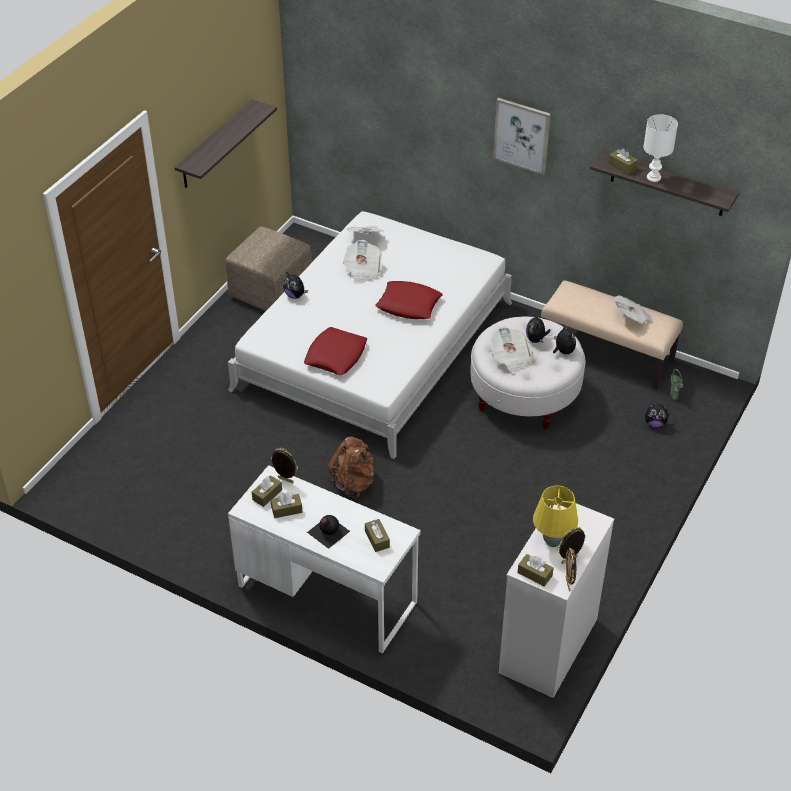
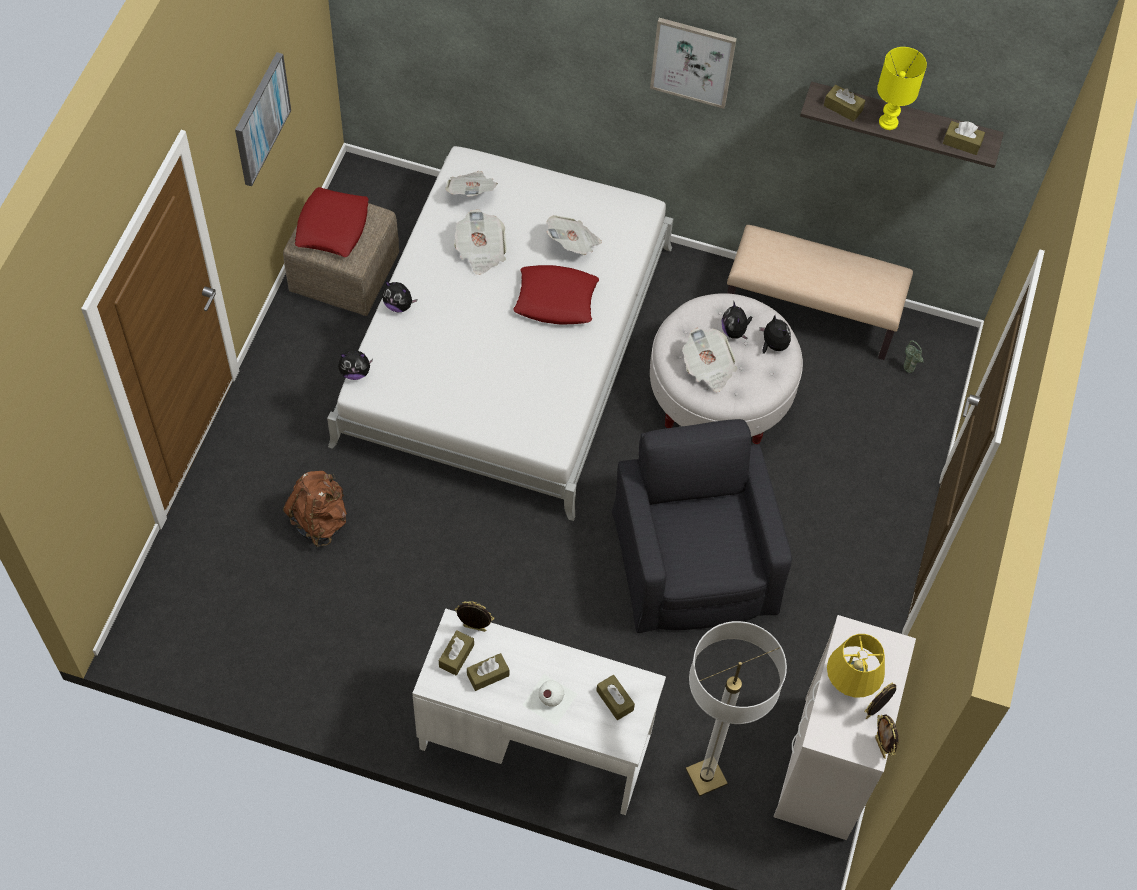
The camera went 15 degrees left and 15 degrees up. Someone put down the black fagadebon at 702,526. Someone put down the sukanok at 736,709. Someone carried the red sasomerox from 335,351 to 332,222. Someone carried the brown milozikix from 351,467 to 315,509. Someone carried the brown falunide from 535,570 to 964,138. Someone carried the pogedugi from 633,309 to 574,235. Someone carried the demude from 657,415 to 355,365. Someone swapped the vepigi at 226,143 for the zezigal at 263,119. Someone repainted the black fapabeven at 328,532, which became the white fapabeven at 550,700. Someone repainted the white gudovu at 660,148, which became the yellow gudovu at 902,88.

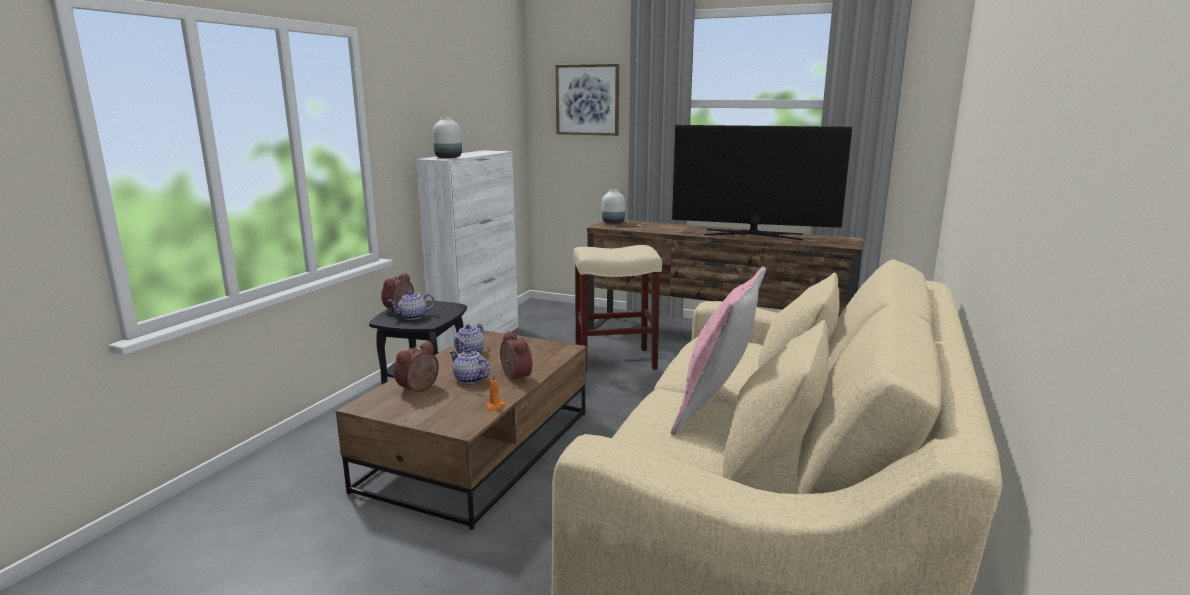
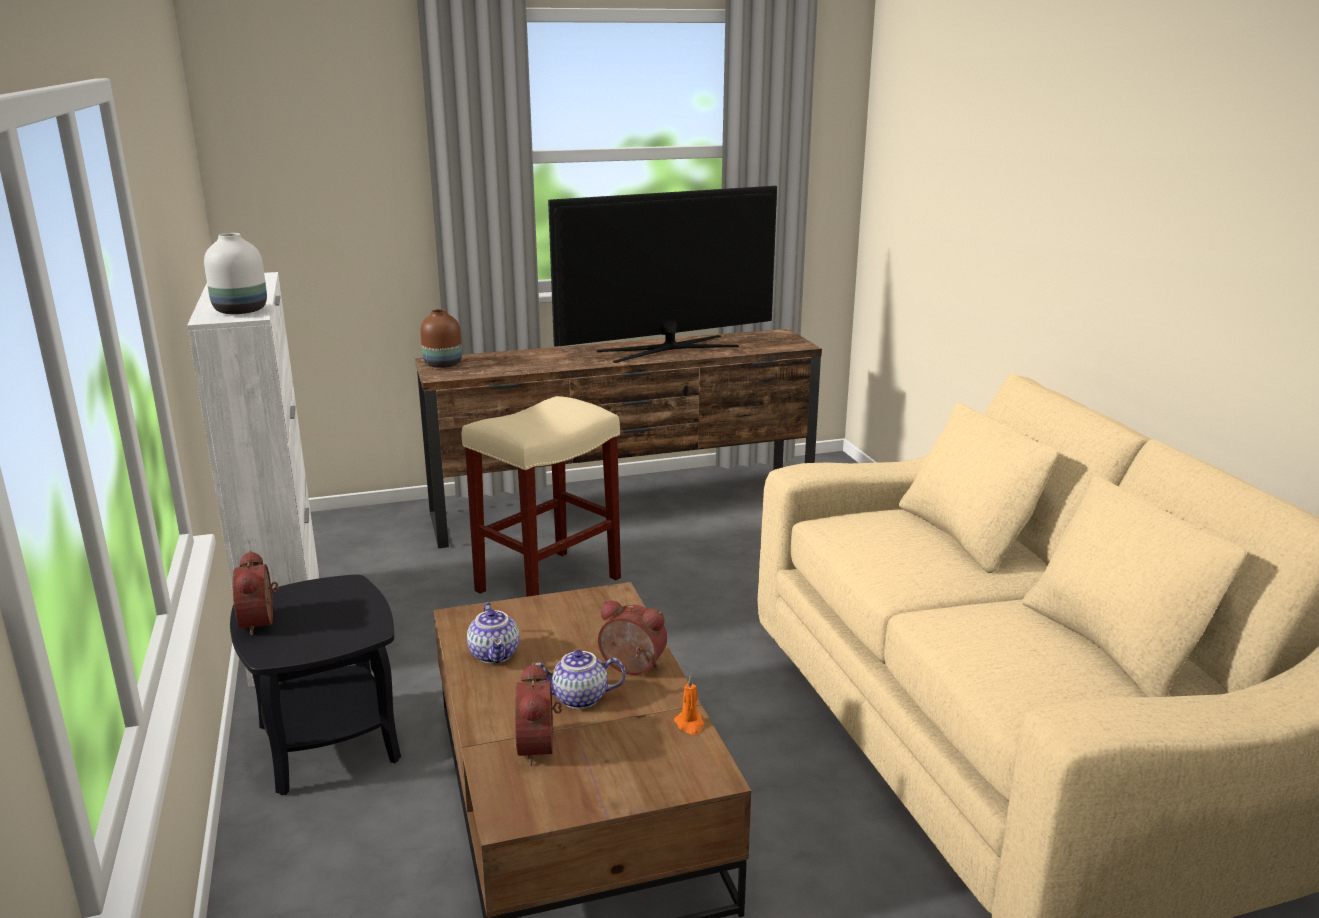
The camera went 40 degrees left and 5 degrees up. Someone took away the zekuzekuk at 411,305. Someone took away the zezigal at 587,100. Someone took away the pink sasomerox at 718,350. Someone repainted the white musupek at 613,206, which became the brown musupek at 441,338.

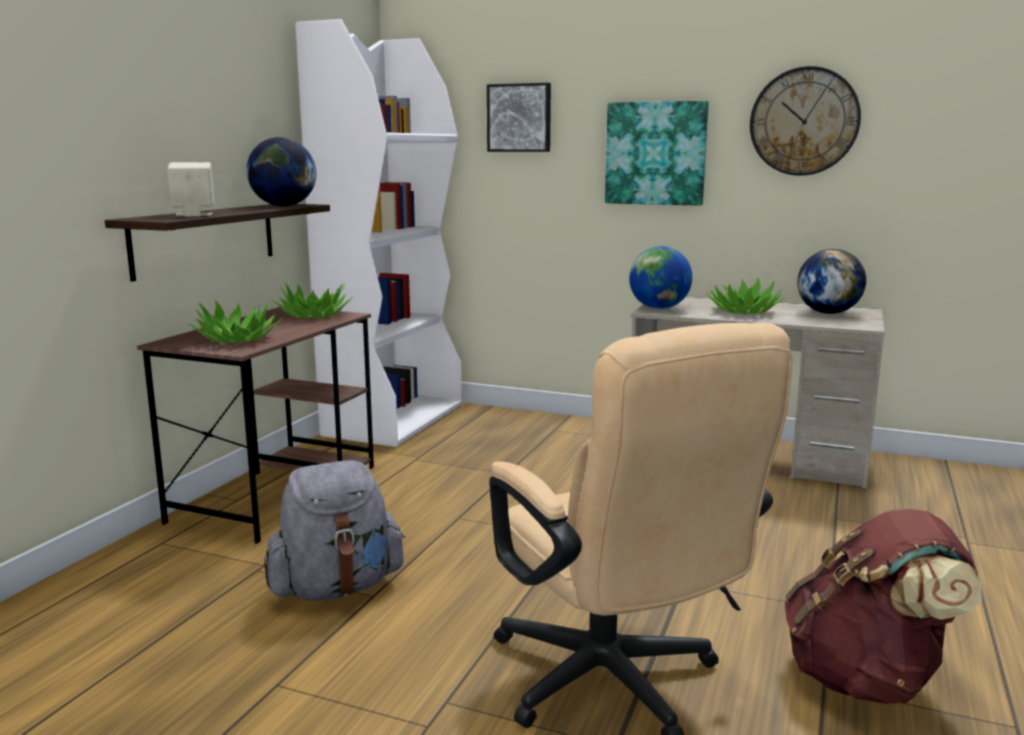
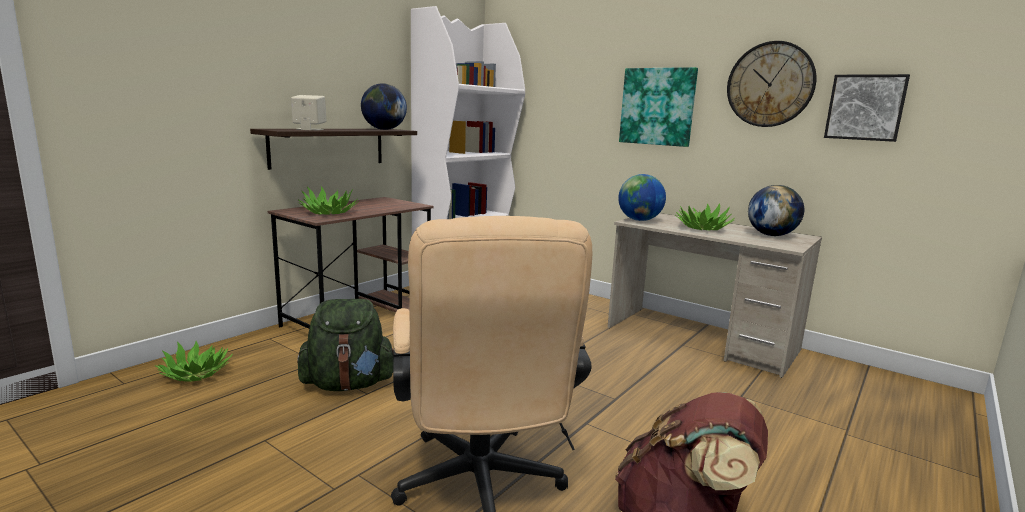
The camera went 15 degrees right and 0 degrees up. Someone carried the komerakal from 312,300 to 194,361. Someone carried the zezigal from 519,117 to 867,108. Someone repainted the grey milozikix at 334,530, which became the green milozikix at 345,345.

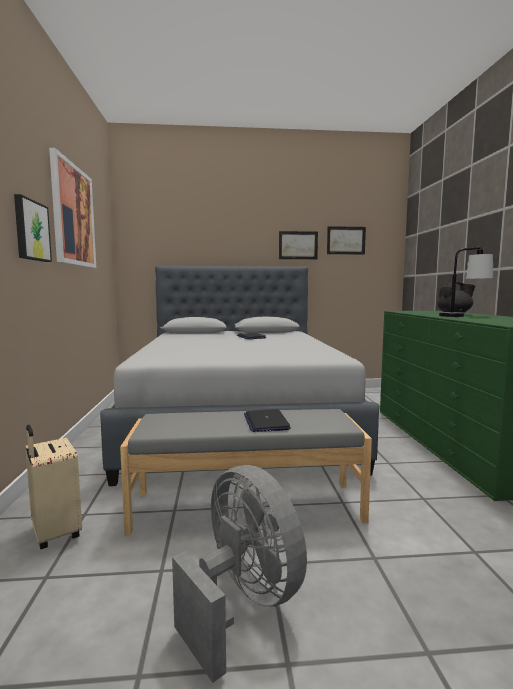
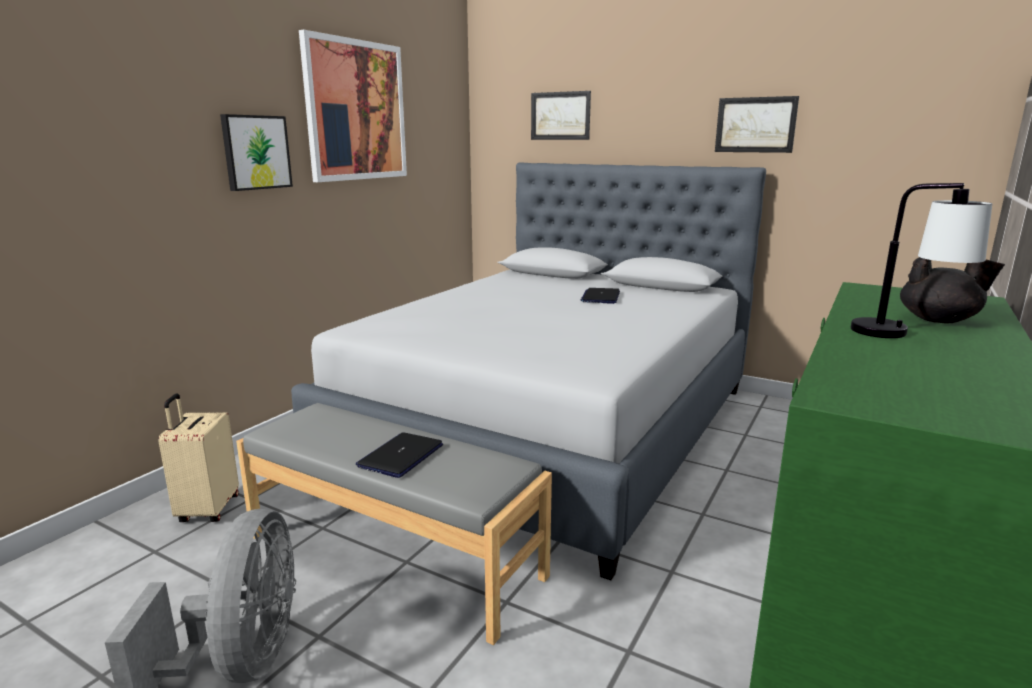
The camera went 35 degrees right and 10 degrees up. Someone carried the zezigal from 346,240 to 561,115.

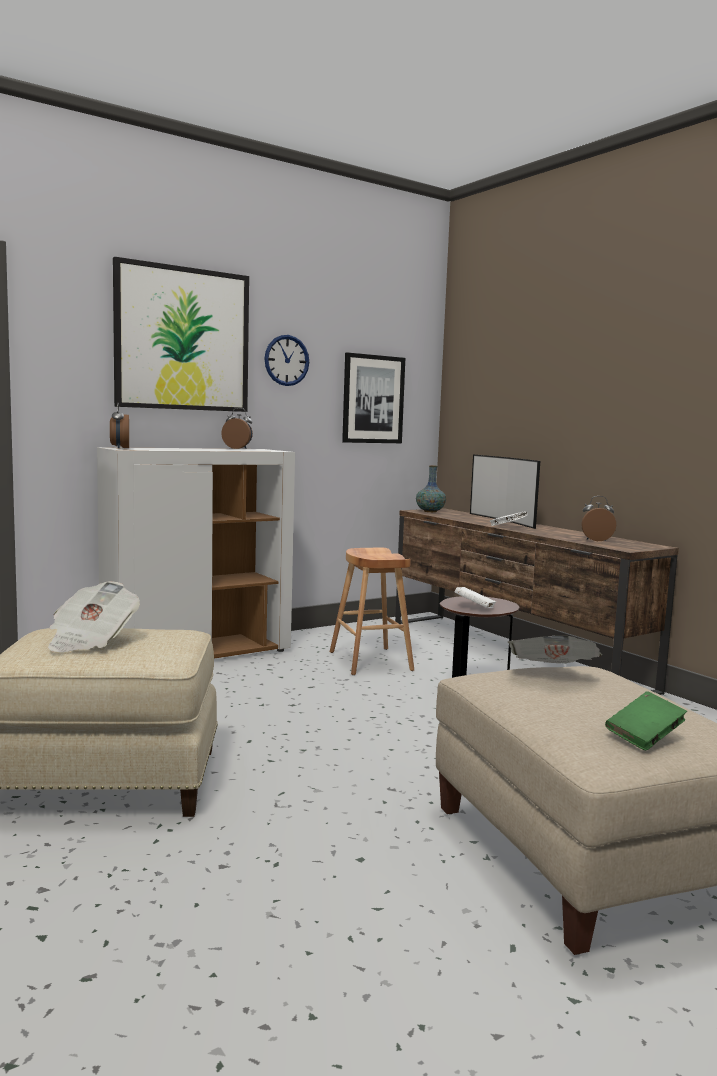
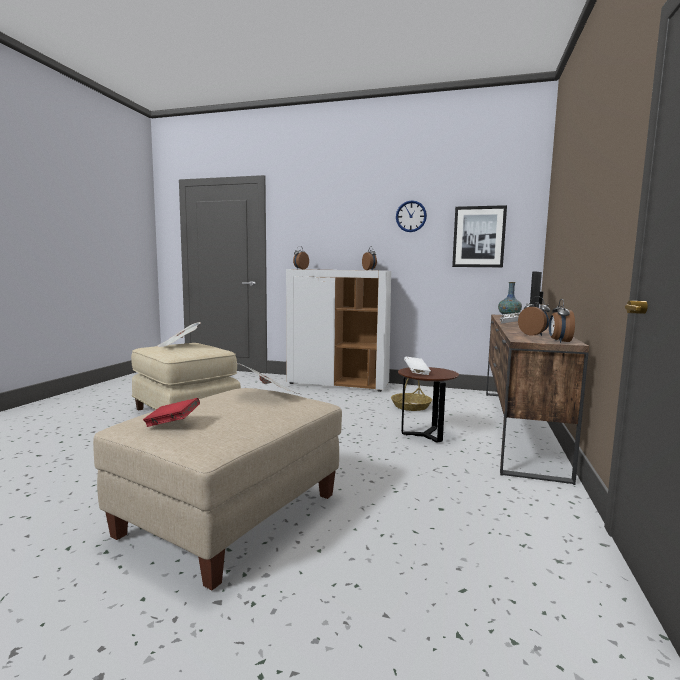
The camera went 50 degrees right and 0 degrees up. Someone took away the zezigal at 181,334. Someone put down the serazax at 562,321. Someone swapped the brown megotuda at 372,611 for the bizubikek at 411,394. Someone repainted the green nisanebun at 646,720, which became the red nisanebun at 171,412.

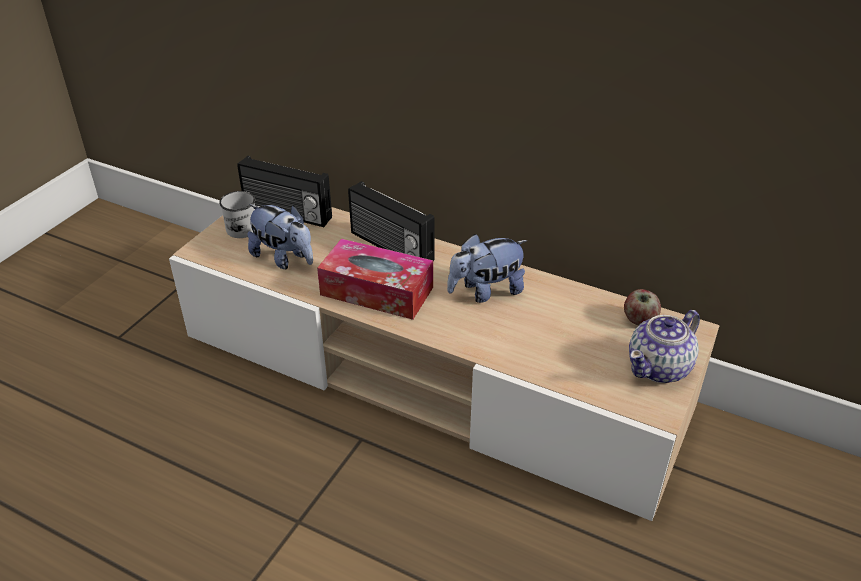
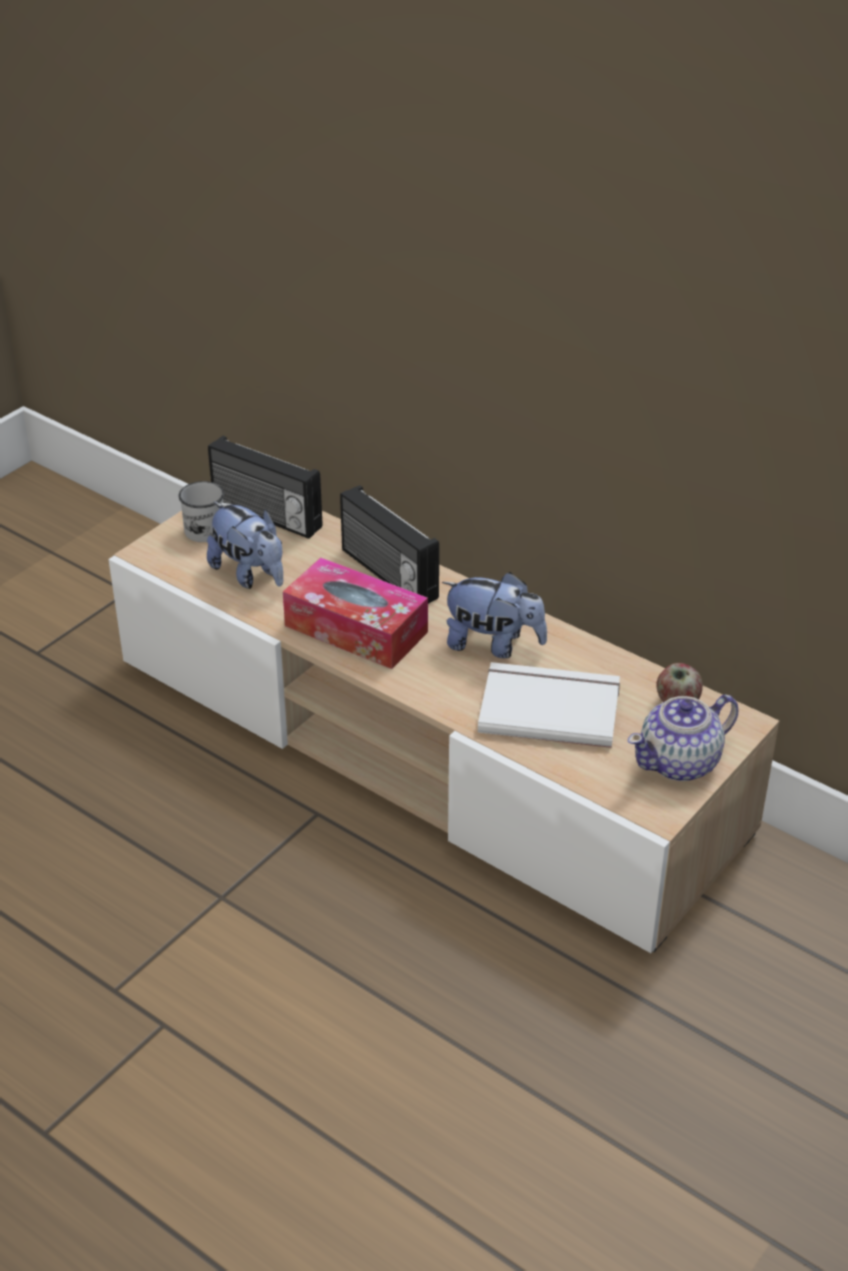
The camera went 10 degrees right and 0 degrees up. Someone put down the white nisanebun at 549,705. Someone rotated the demude at 487,268 by 150 degrees counterclockwise.

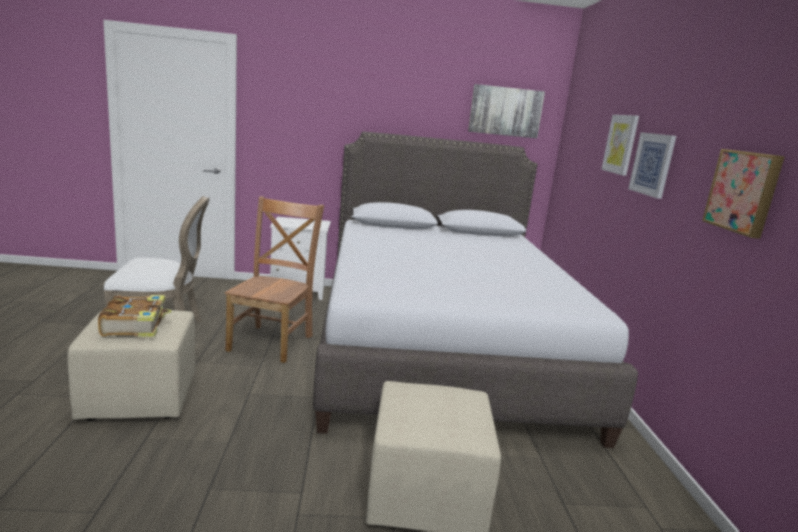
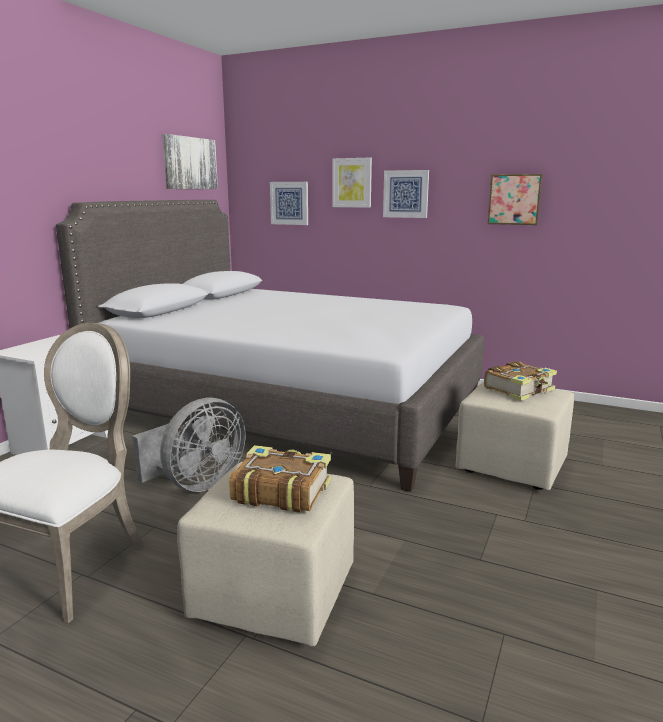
The camera went 60 degrees left and 0 degrees up. Someone put up the zezigal at 289,203. Someone put down the nisanebun at 520,381. Someone swapped the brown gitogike at 274,279 for the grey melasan at 189,445.

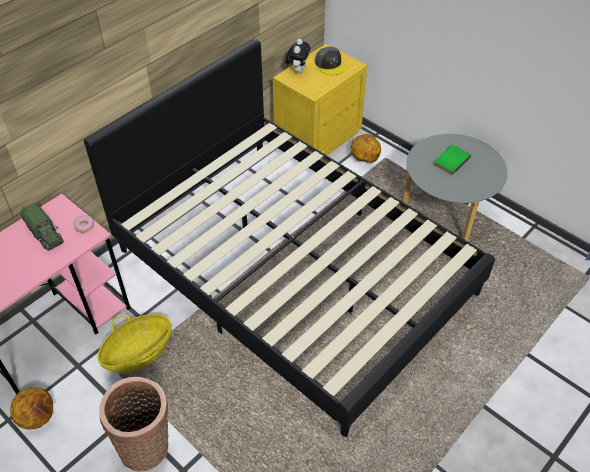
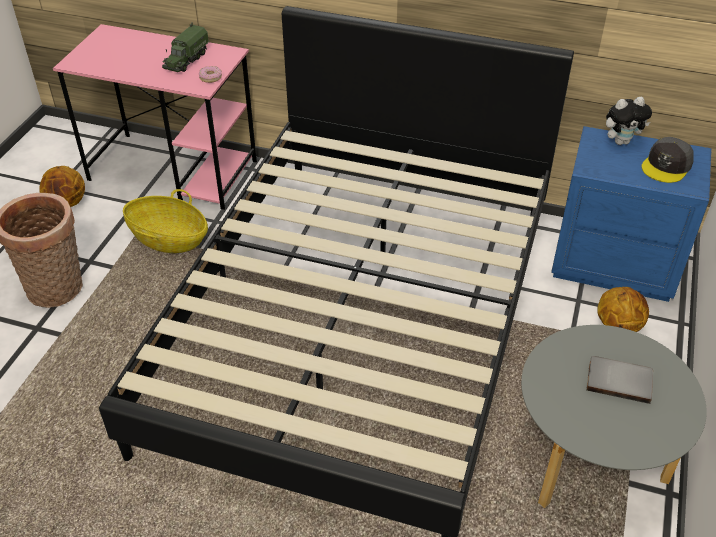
The camera went 65 degrees right and 5 degrees down. Someone repainted the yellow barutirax at 320,99, which became the blue barutirax at 631,214. Someone repainted the green nisanebun at 452,160, which became the grey nisanebun at 619,380.

